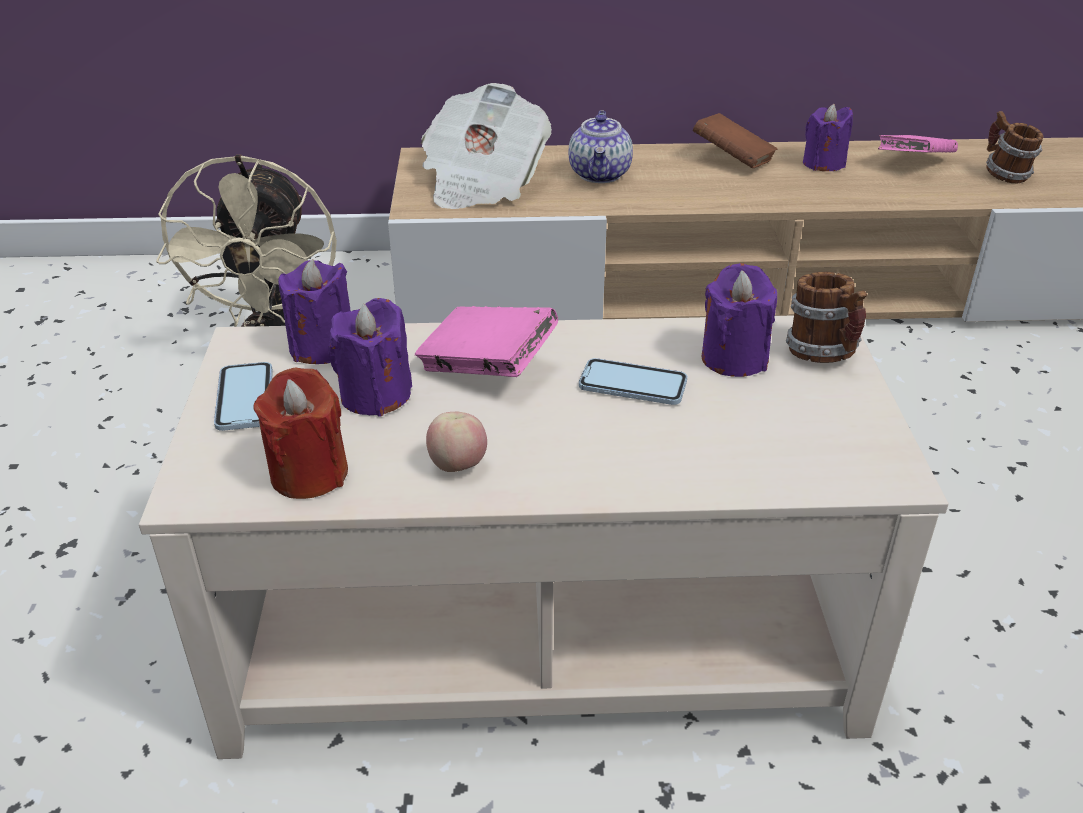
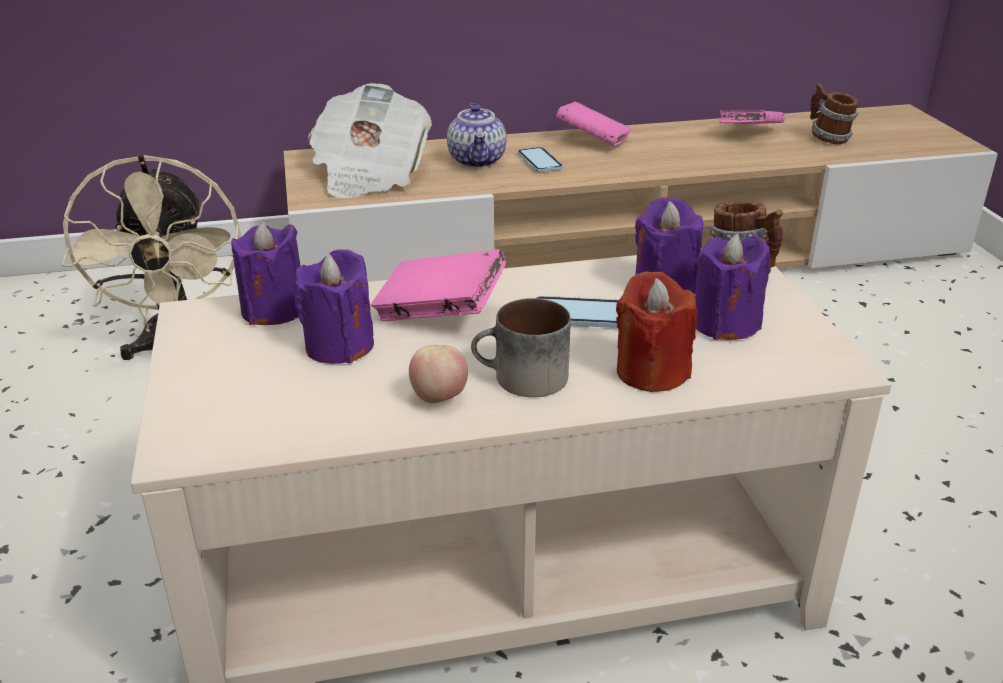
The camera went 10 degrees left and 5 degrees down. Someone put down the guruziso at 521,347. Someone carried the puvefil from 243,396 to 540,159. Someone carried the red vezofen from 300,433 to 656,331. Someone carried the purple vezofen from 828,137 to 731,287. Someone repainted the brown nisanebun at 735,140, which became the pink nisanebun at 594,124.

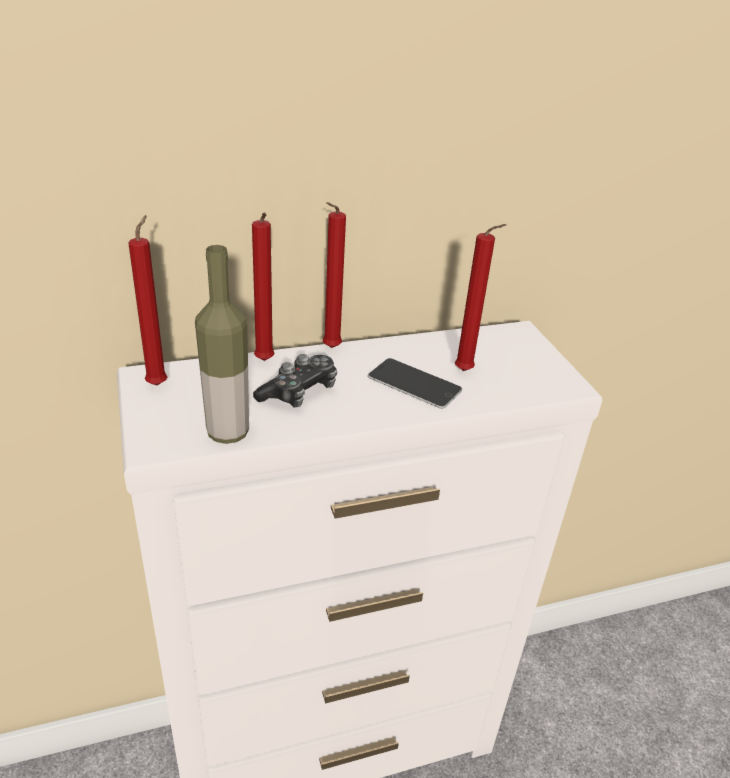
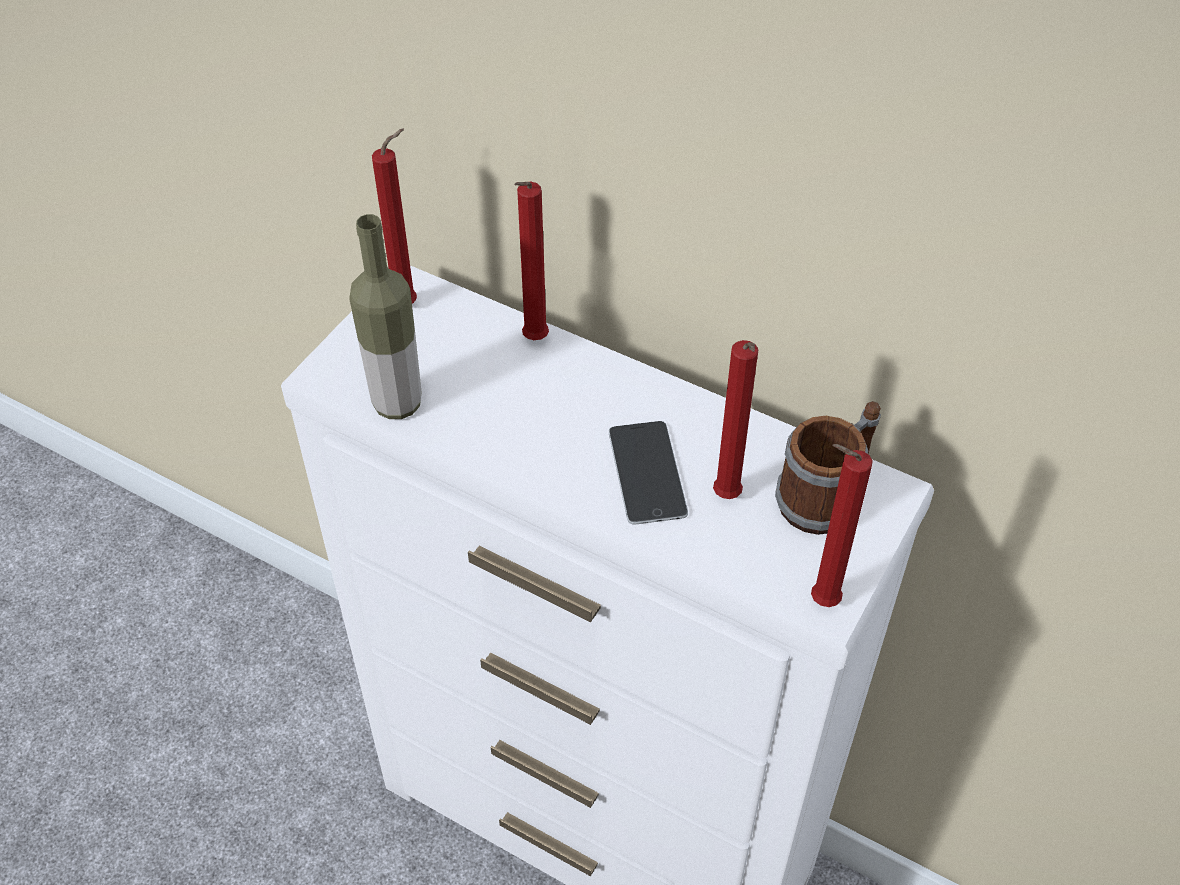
The camera went 50 degrees right and 15 degrees up. Someone took away the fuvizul at 295,381. Someone put down the guruziso at 828,468. Someone carried the red vezofen from 334,275 to 842,525.

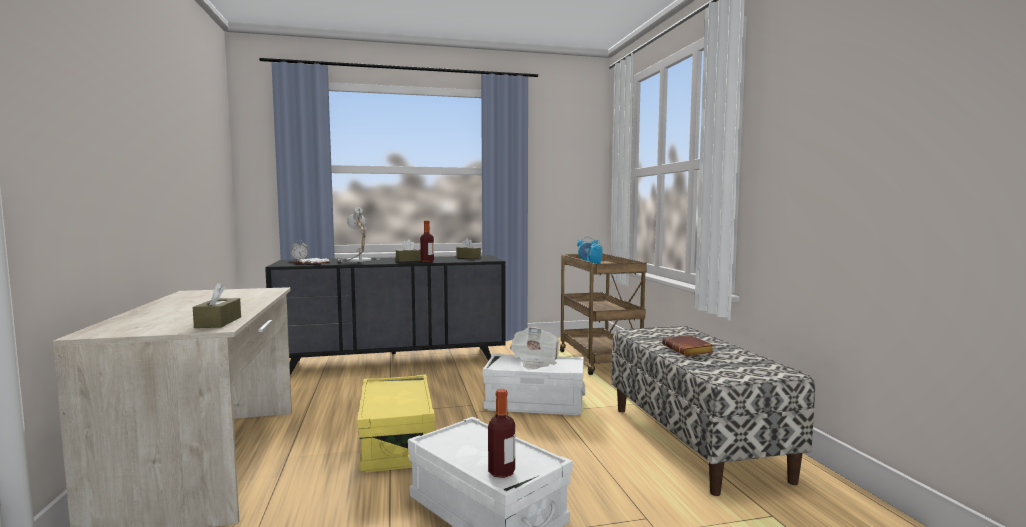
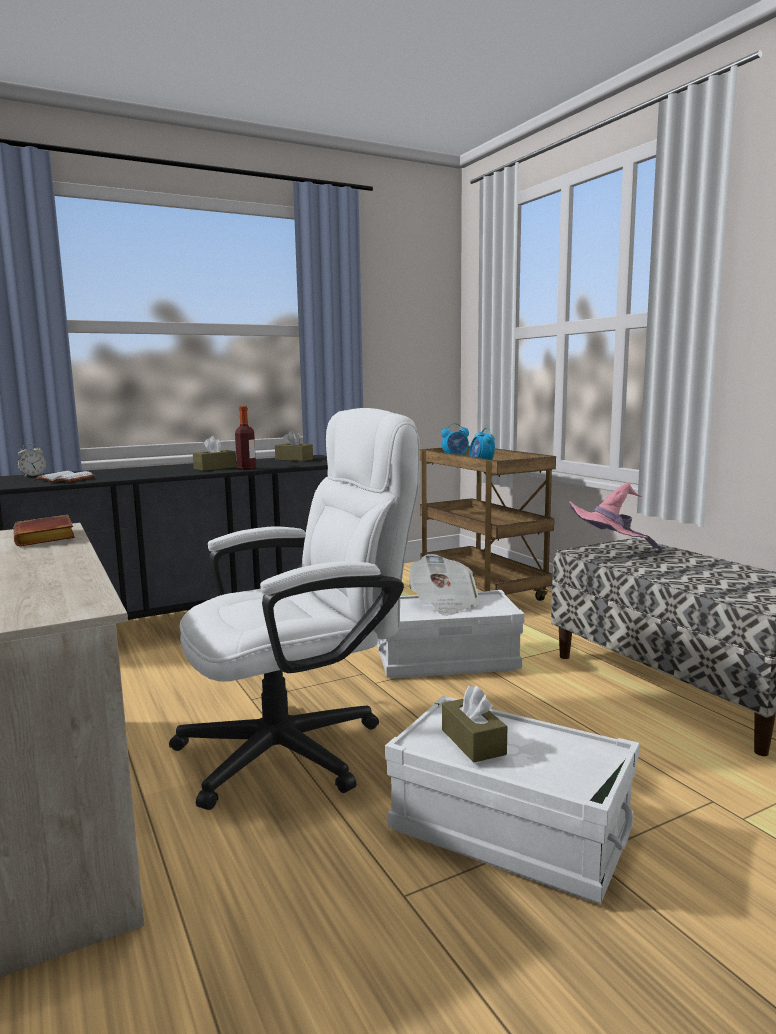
The camera went 15 degrees left and 5 degrees up. Someone took away the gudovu at 359,234. Someone took away the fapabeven at 501,433. Someone put down the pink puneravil at 616,517. Someone carried the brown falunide from 217,305 to 474,724. Someone carried the brown nisanebun from 688,345 to 44,530. Someone swapped the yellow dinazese at 396,423 for the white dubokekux at 294,609.

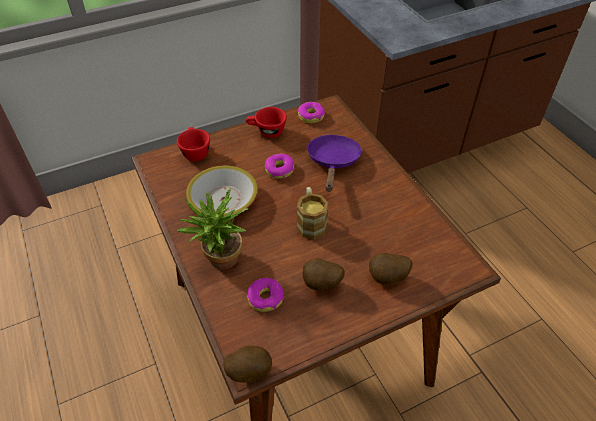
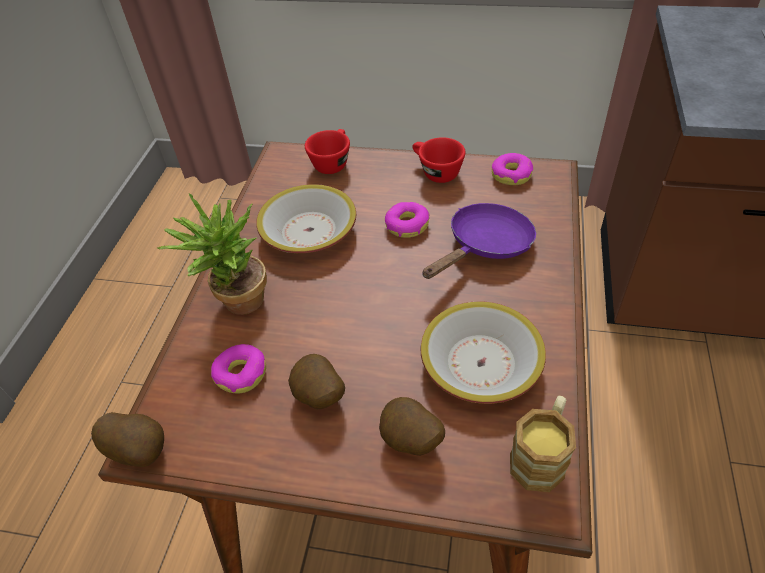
The camera went 40 degrees right and 0 degrees up. Someone put down the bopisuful at 483,352. Someone carried the guruziso from 312,213 to 543,443.

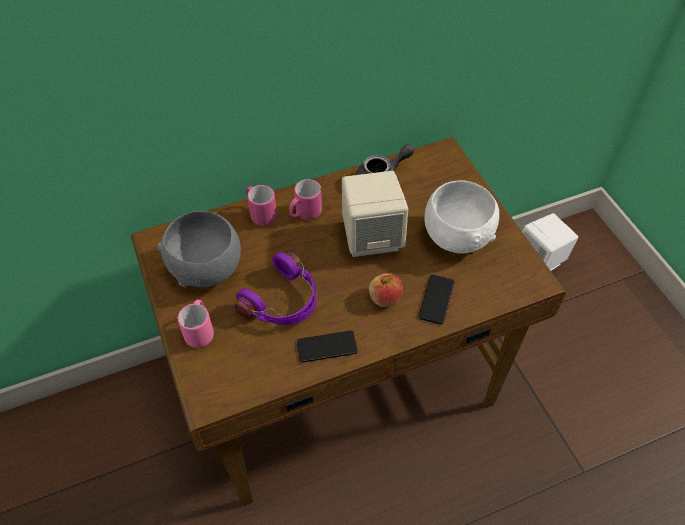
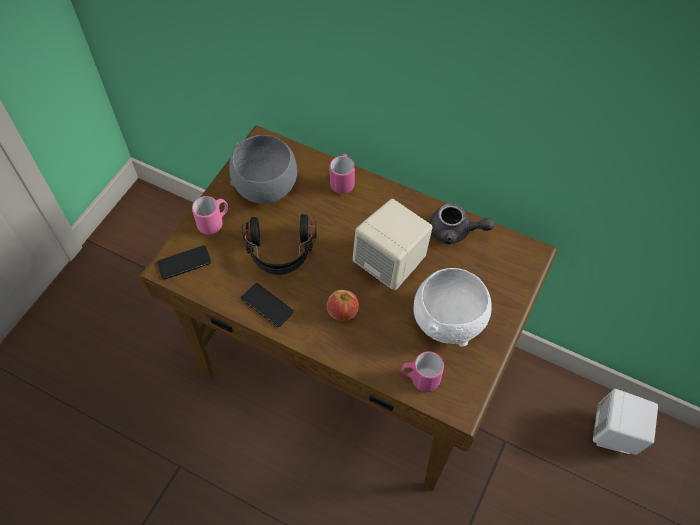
The camera went 50 degrees right and 5 degrees up. Someone carried the pink guruziso from 305,199 to 422,371. Someone carried the puvefil from 436,299 to 184,262. Someone repainted the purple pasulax at 276,288, which became the black pasulax at 279,244.

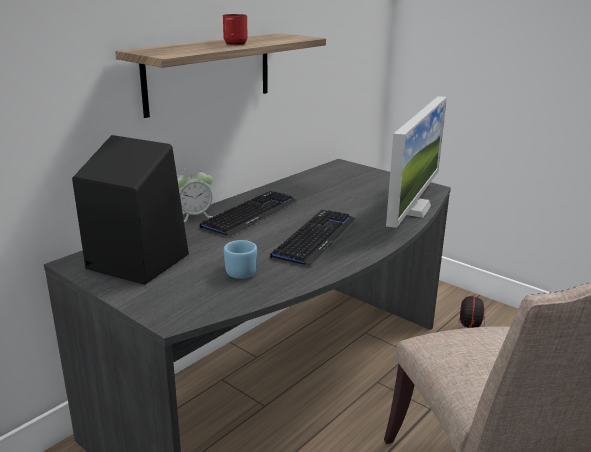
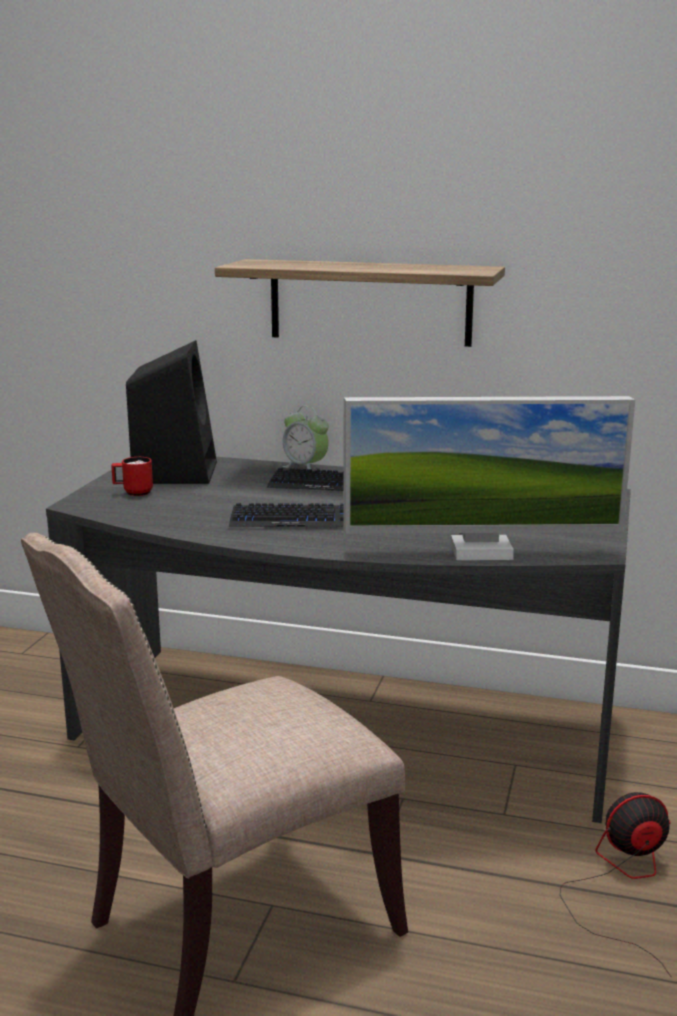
The camera went 65 degrees right and 5 degrees down. Someone took away the blue guruziso at 240,259. Someone carried the red guruziso from 235,29 to 132,476.

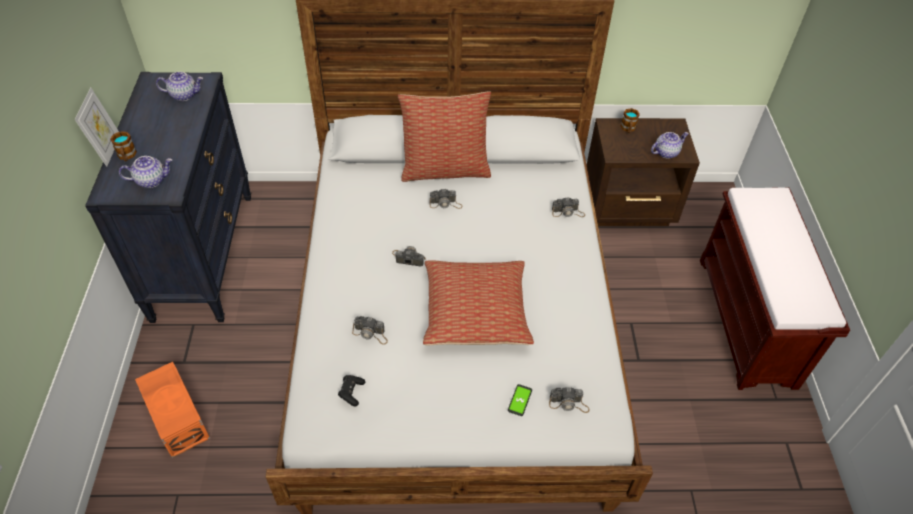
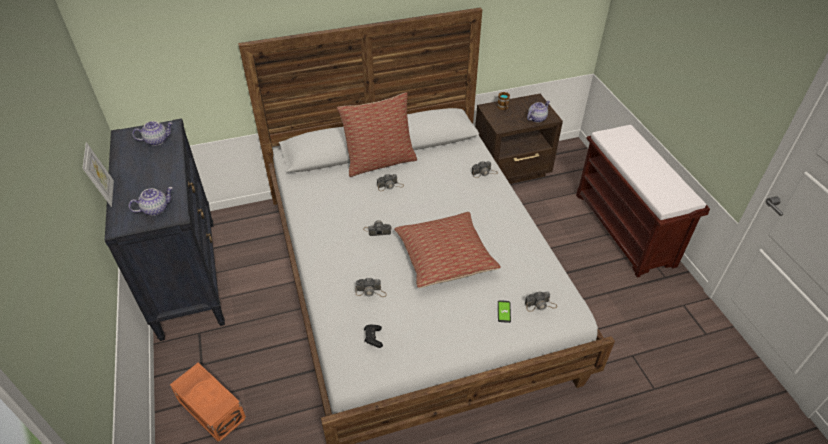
The camera went 15 degrees left and 5 degrees down. Someone took away the guruziso at 123,146.

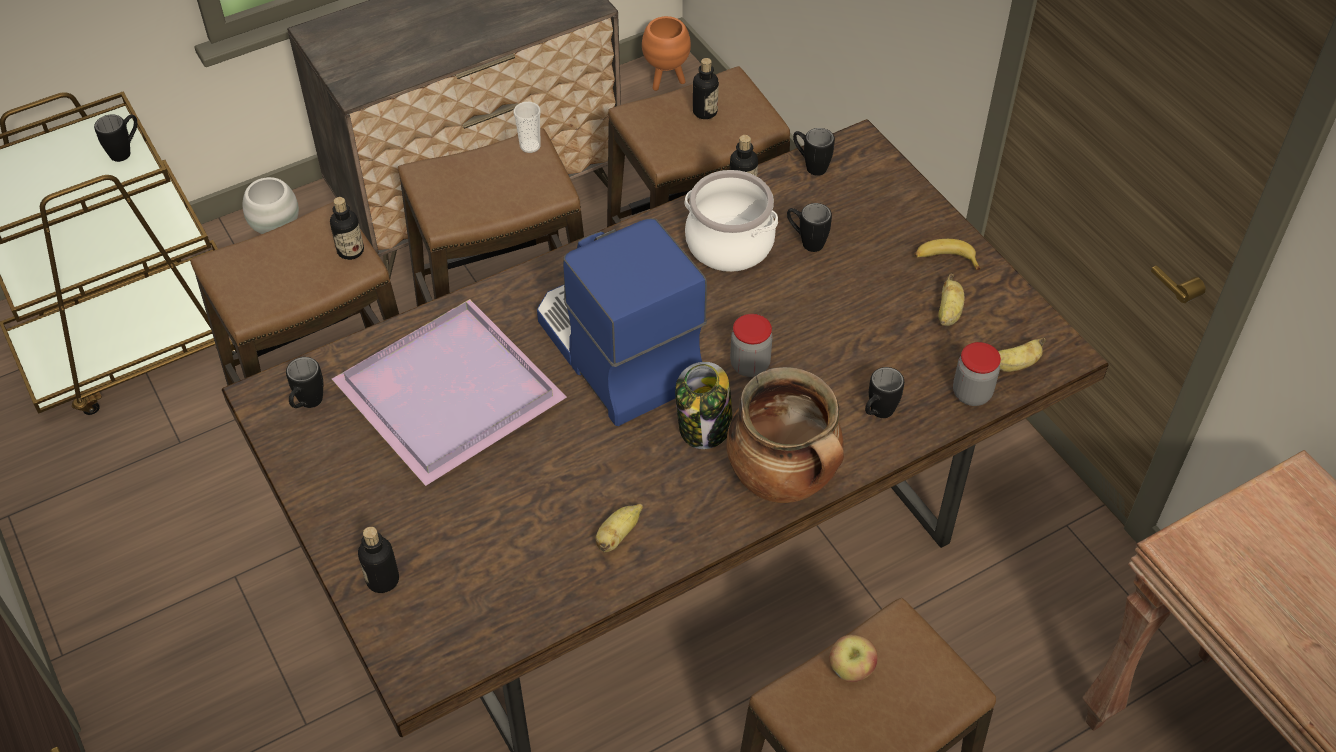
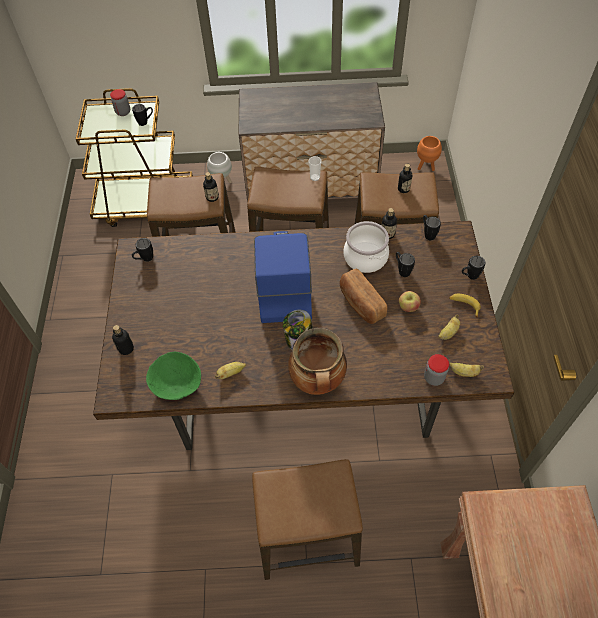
The camera went 30 degrees right and 5 degrees up. Someone took away the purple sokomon at 449,392. Someone put down the green bopisuful at 173,376. Someone put down the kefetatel at 363,296. Someone carried the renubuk from 751,345 to 120,102. Someone carried the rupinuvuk from 853,658 to 410,301. Someone carried the black guruziso from 884,392 to 473,268.

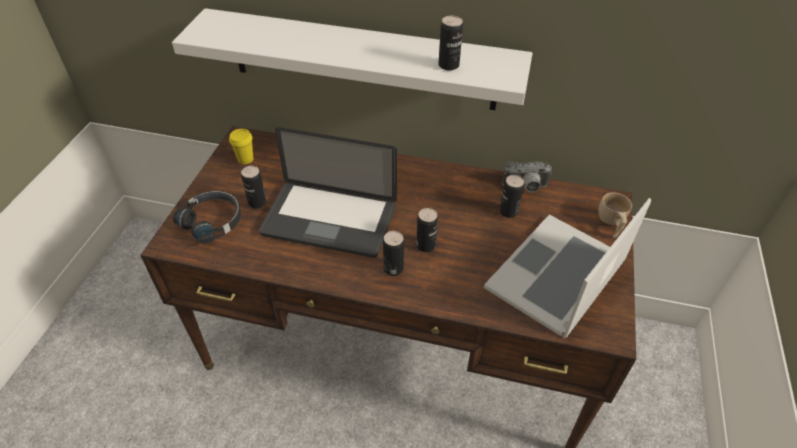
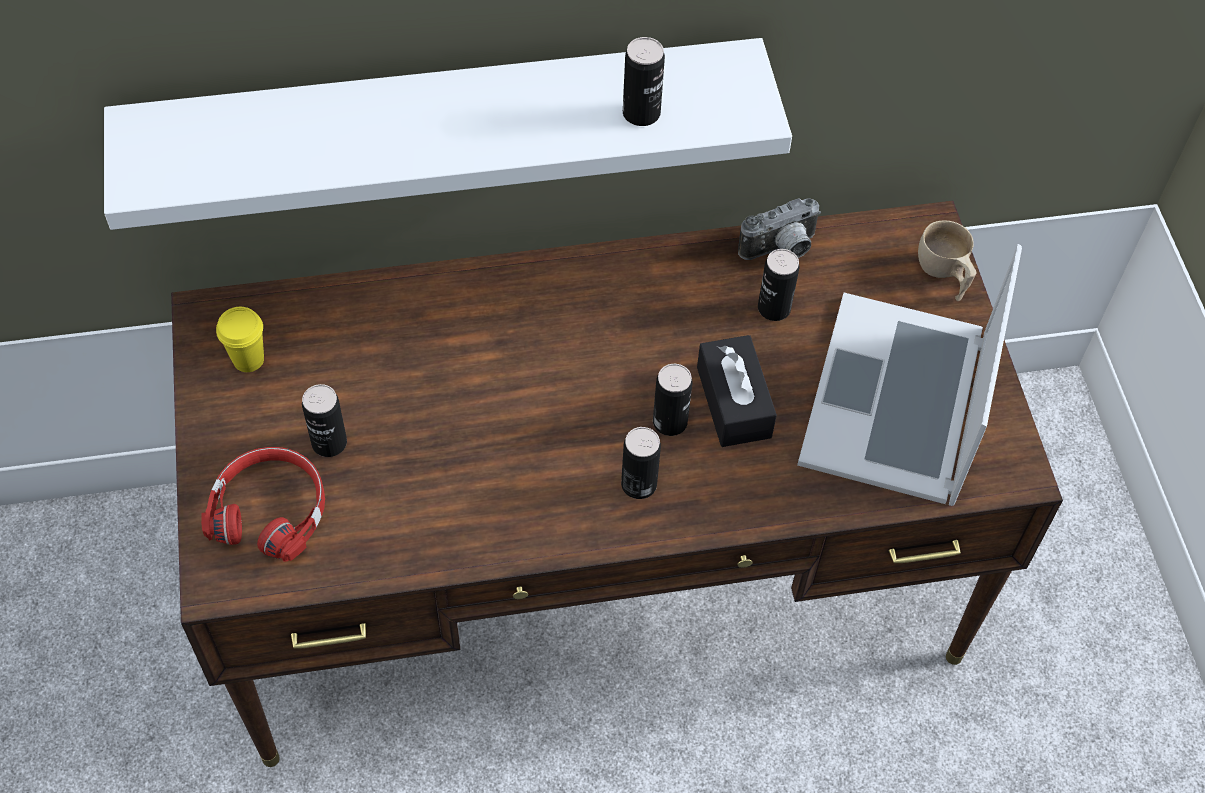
The camera went 25 degrees left and 10 degrees up. Someone took away the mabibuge at 328,192. Someone put down the black falunide at 737,391. Someone repainted the black pasulax at 206,217, which became the red pasulax at 263,504.

